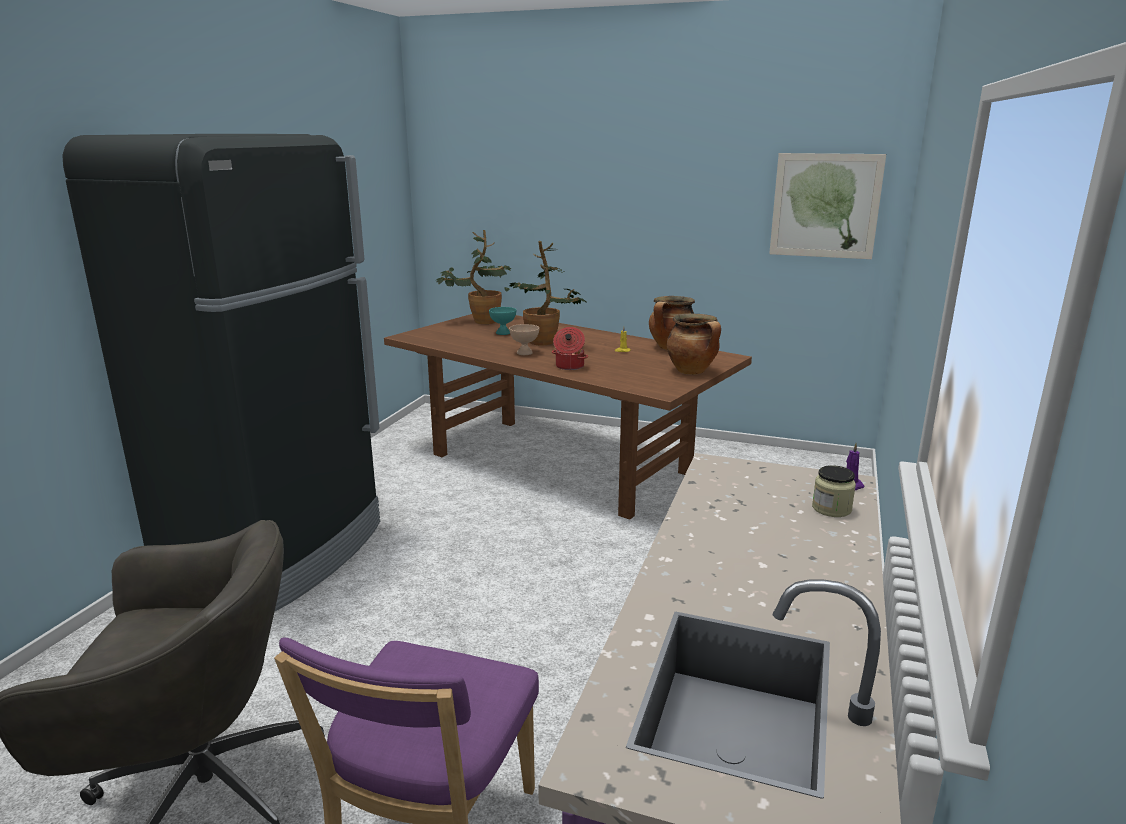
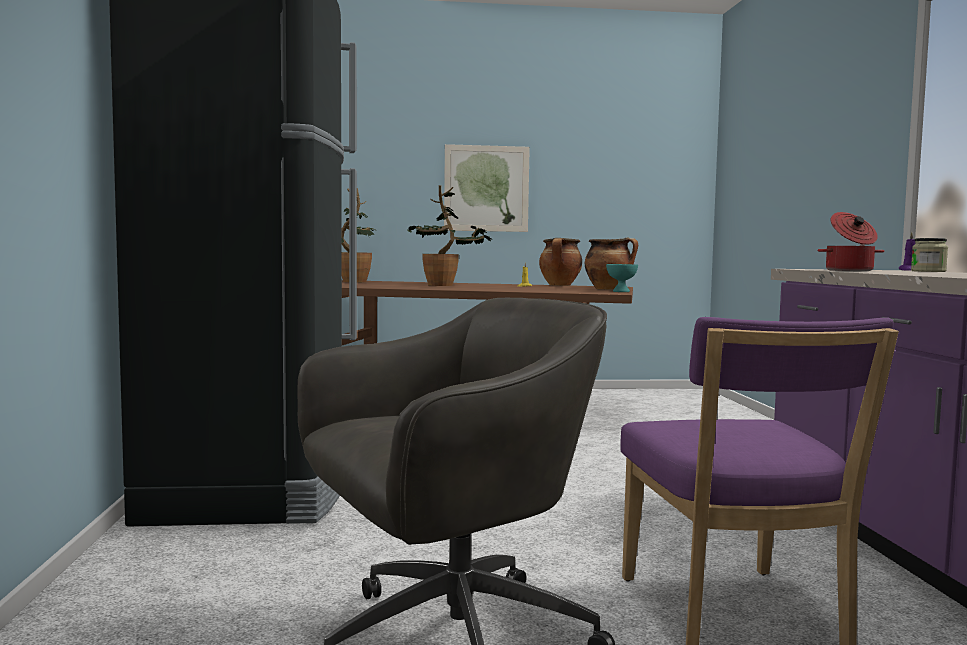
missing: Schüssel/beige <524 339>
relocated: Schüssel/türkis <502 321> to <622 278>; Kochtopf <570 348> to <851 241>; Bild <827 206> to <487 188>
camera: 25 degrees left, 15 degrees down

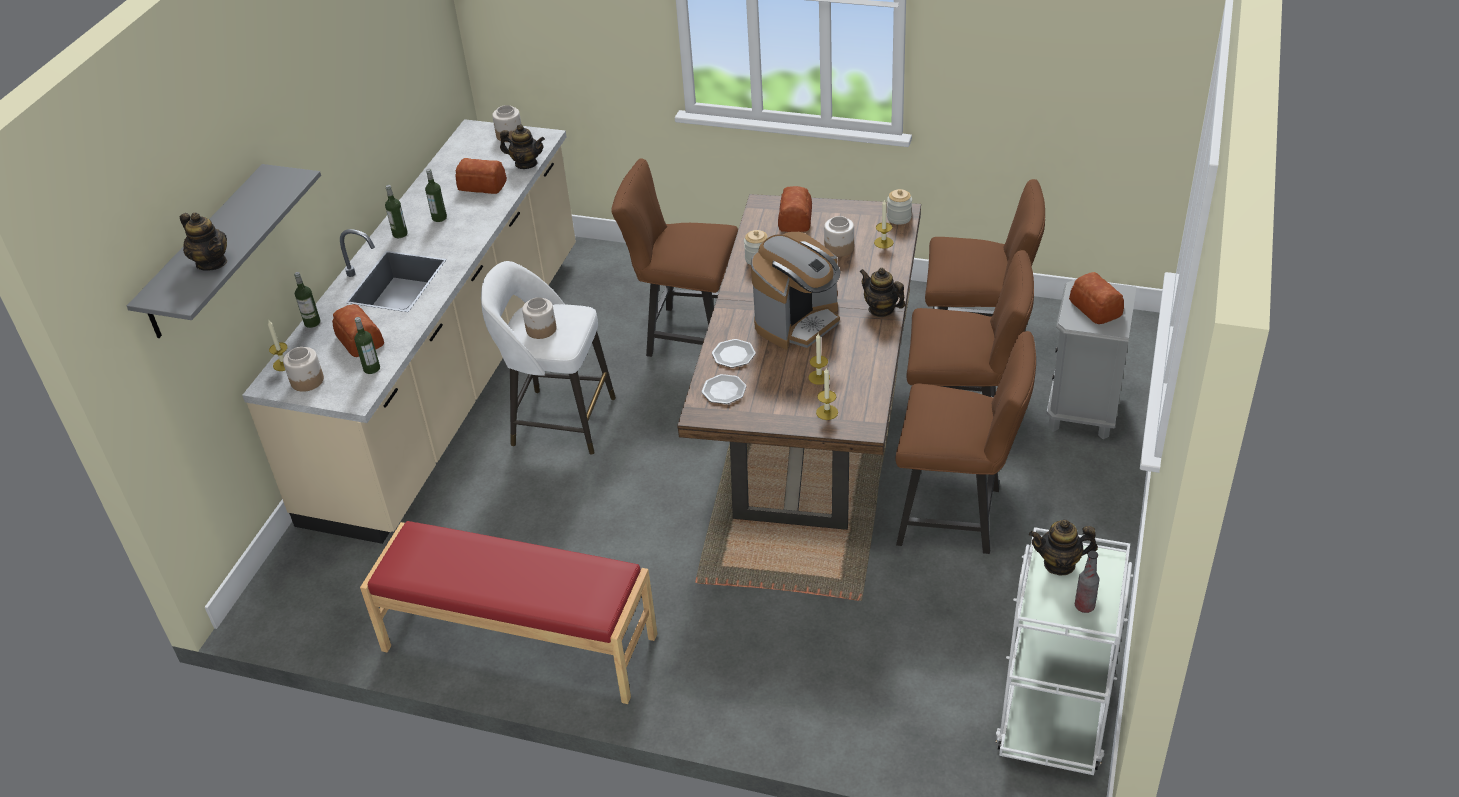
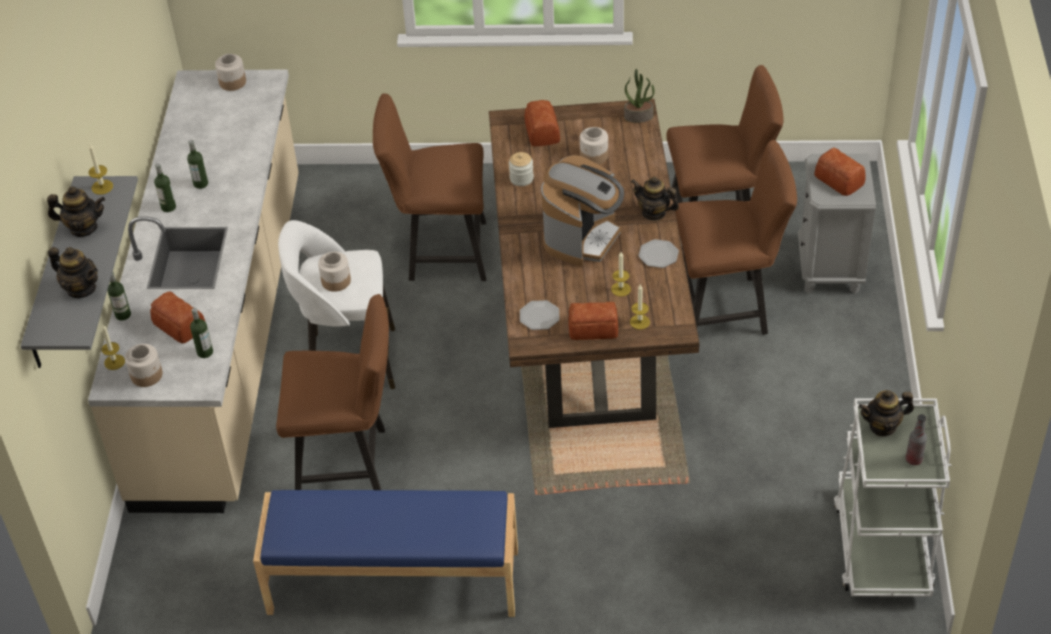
relocated: Brot <481 176> to <593 321>; Teekanne <522 146> to <76 211>; Teller <734 353> to <658 253>; Kerze <884 224> to <100 169>; Stuhl/braun <966 442> to <332 392>
exchanged: Vorratsglas <899 207> to Topfpflanze <639 96>
colour: Bank/rot <508 612> to Bank/blau <385 553>
camera: 15 degrees left, 5 degrees up

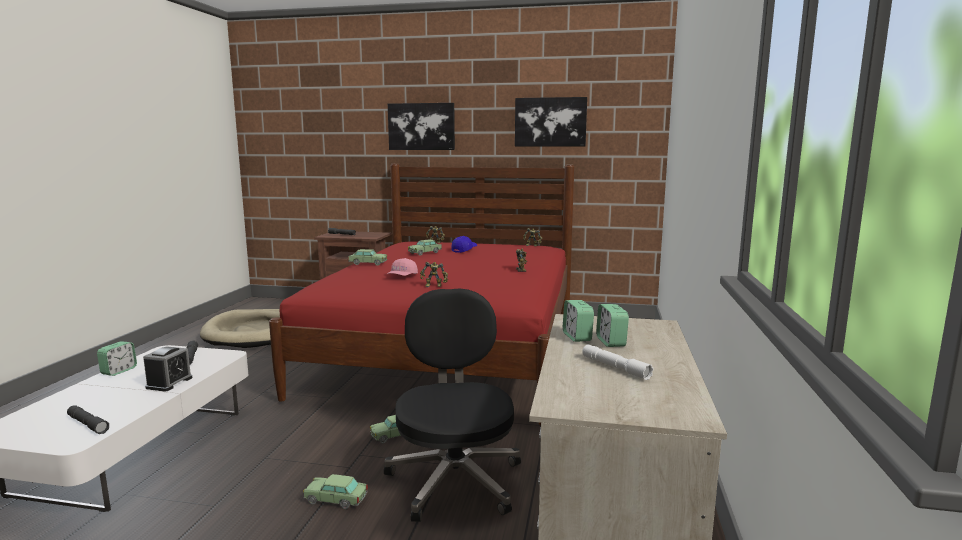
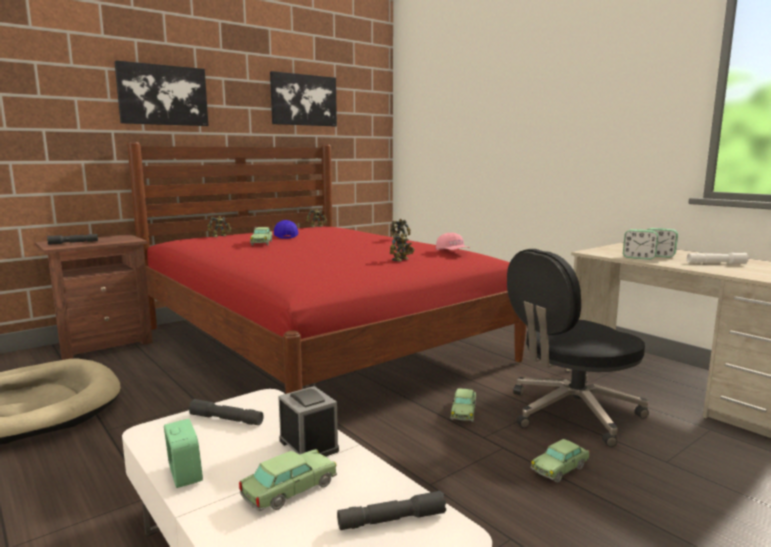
relocated: Spielzeugauto <367 257> to <288 480>; Kappe/rosa <402 267> to <453 241>
spun: Bürostuhl/schwarz <452 405> = <578 348> 60 degrees counterclockwise
camera: 50 degrees left, 0 degrees up

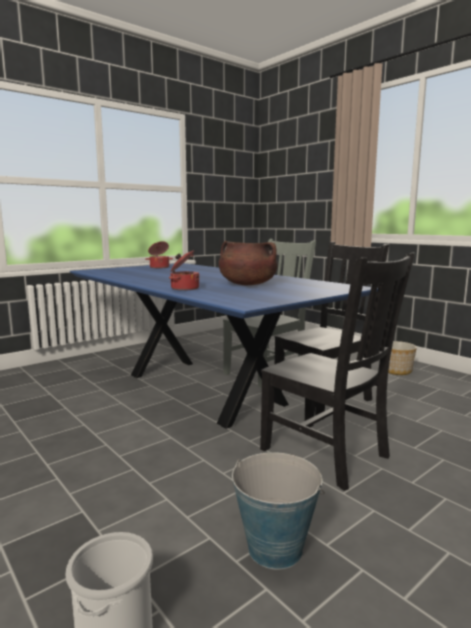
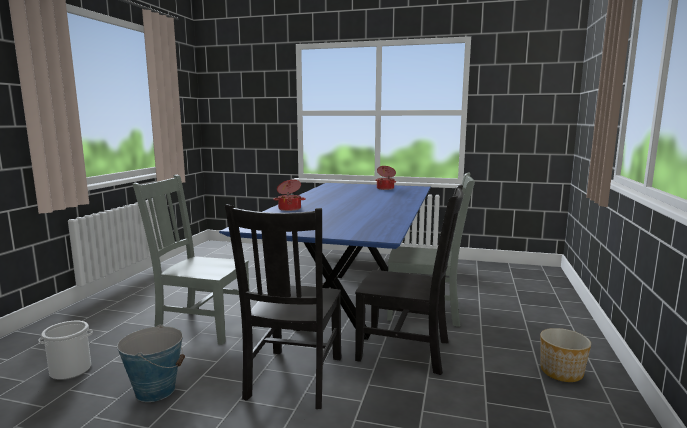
missing: Kochtopf/braun <248 263>
appeared: Stuhl/grau <191 260>
camera: 55 degrees right, 0 degrees up

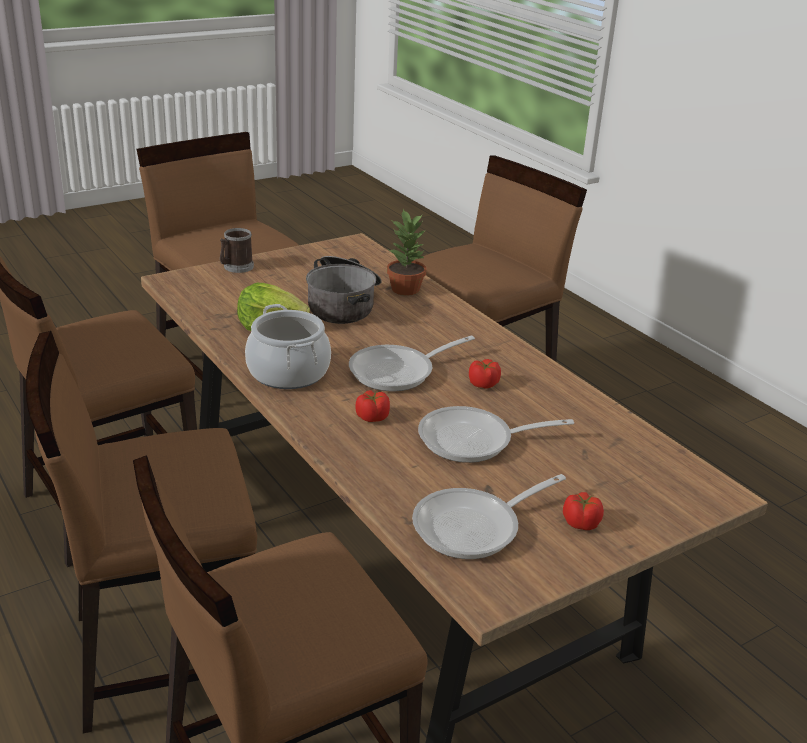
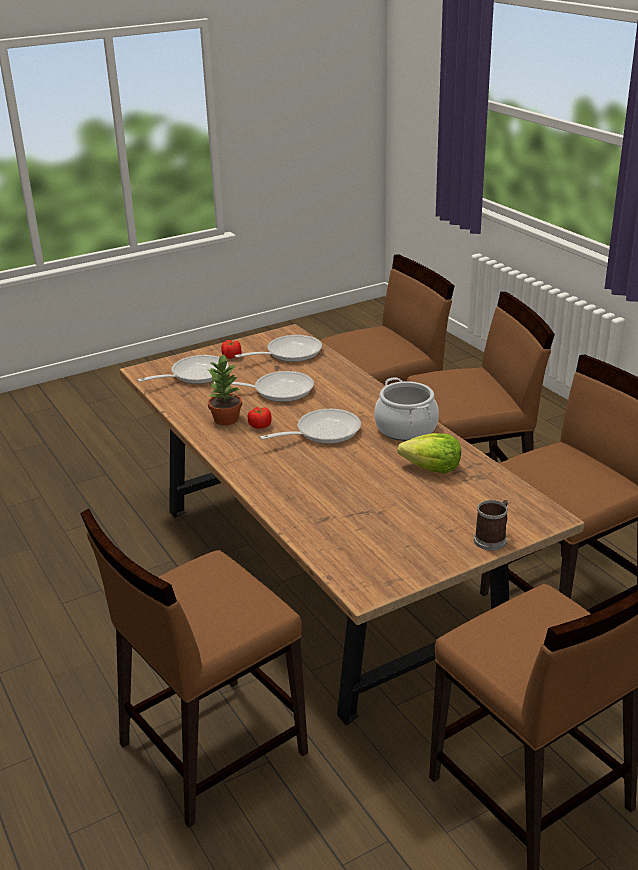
missing: Kochtopf <344 290>; Tomate <372 406>
appeared: Pfanne <183 369>
relocated: Topfpflanze <406 252> to <225 390>
camera: 175 degrees left, 0 degrees up

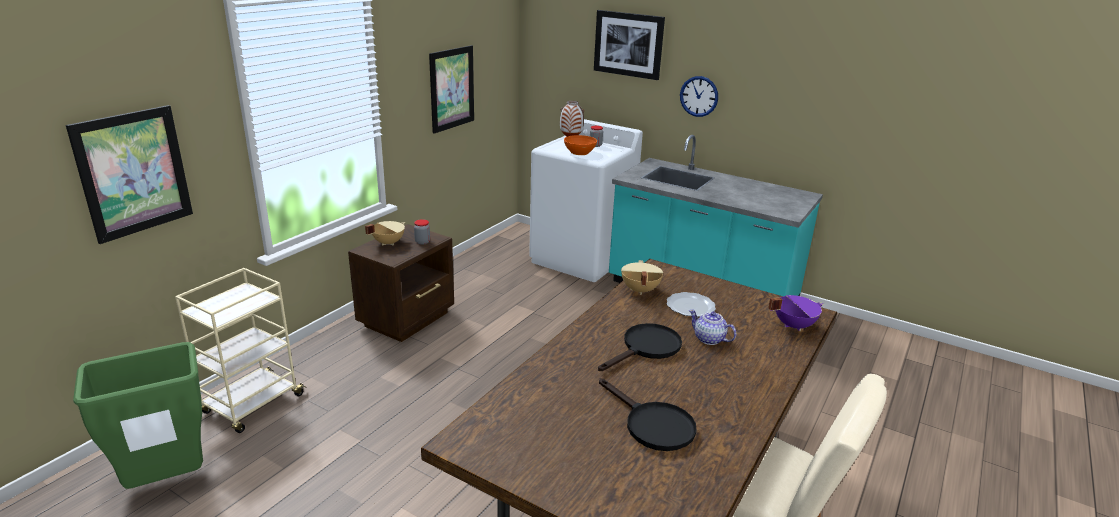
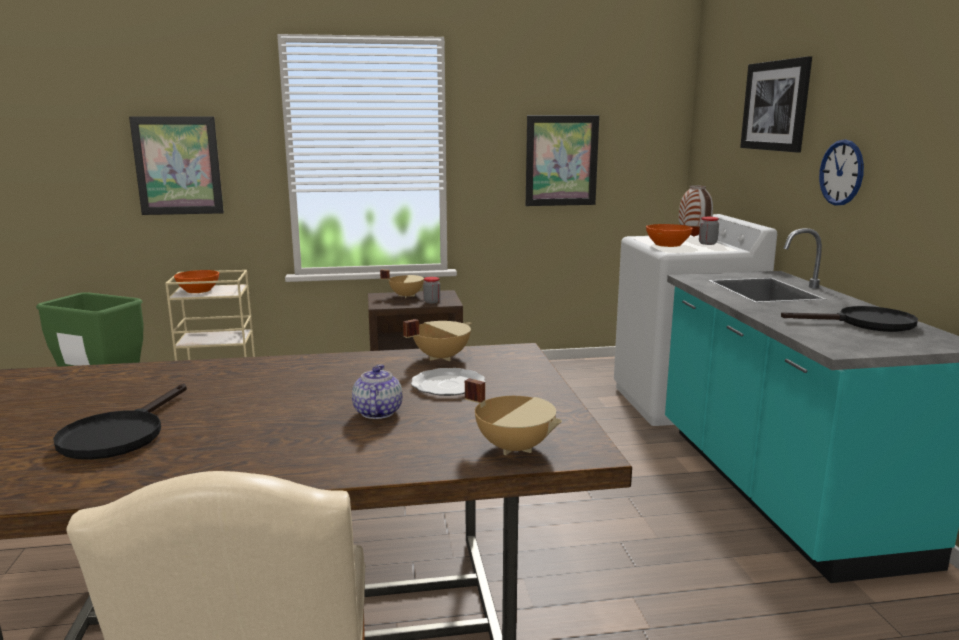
appeared: Schüssel/orange <196 281>
relocated: Pfanne/schwarz <640 347> to <849 319>
colour: Kochtopf/lila <795 313> to Kochtopf/beige <513 416>
camera: 50 degrees right, 10 degrees down

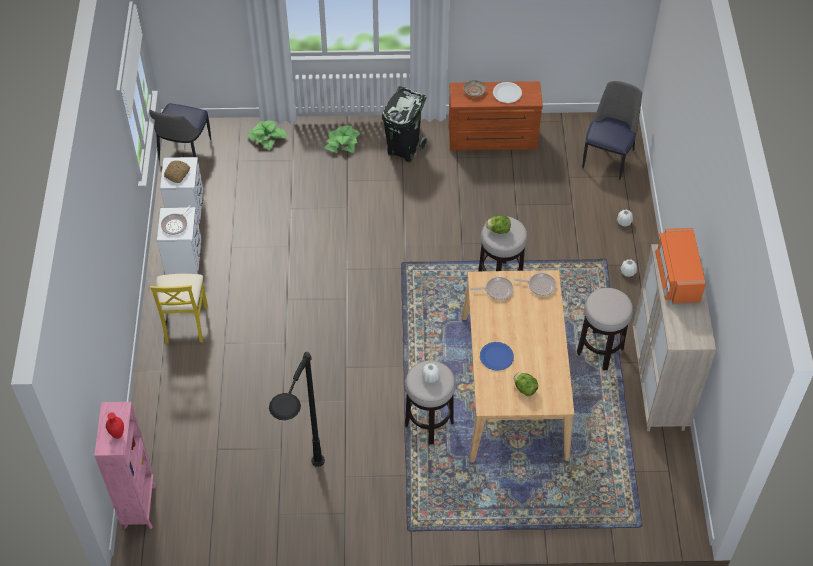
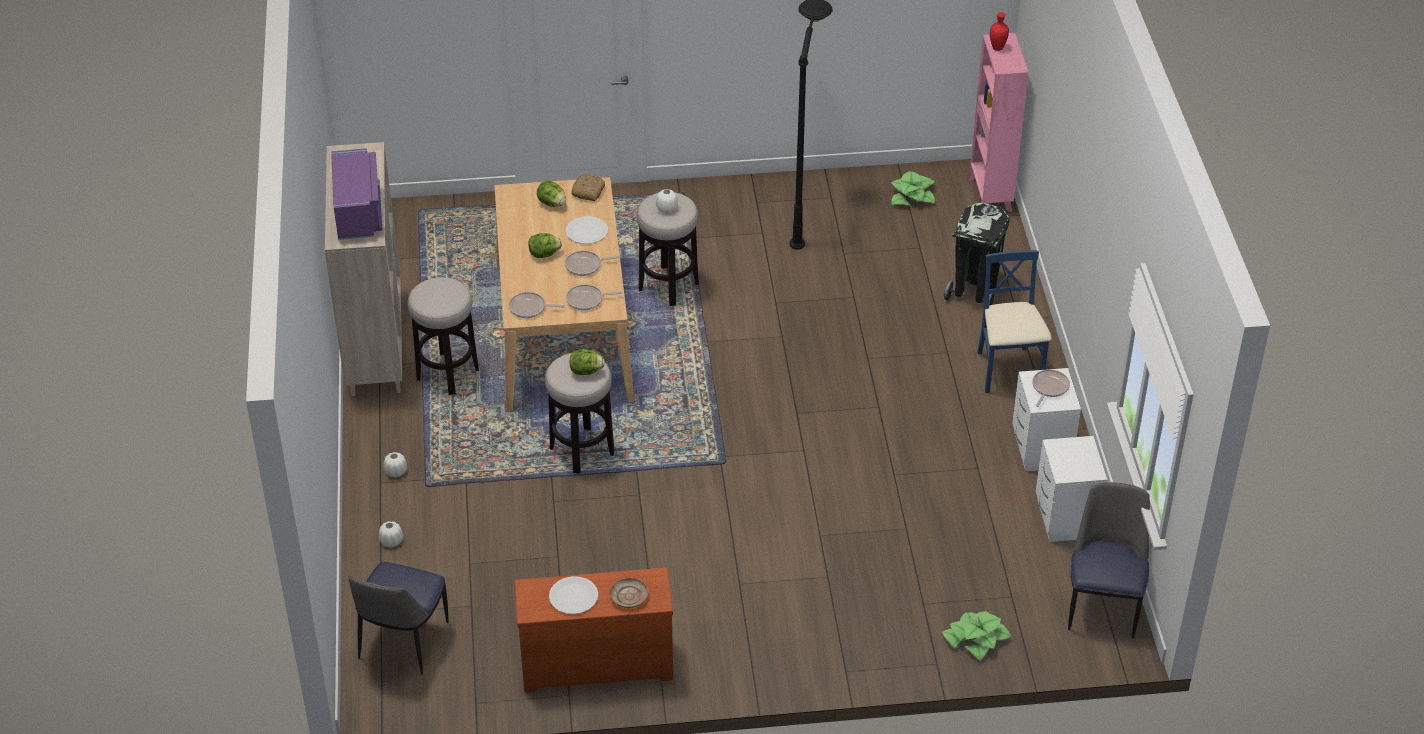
appeared: Salatkopf <545 245>; Pfanne <592 263>
relocated: Brot <177 171> to <588 187>; Topfpflanze <342 139> to <913 188>; Mülleimer/schwarz <404 124> to <976 254>
colour: Stuhl/gelb <179 308> to Stuhl/blau <1014 321>; Teller/blau <497 356> to Teller/weiß <587 230>; Mikrowelle/orange <680 266> to Mikrowelle/lila <356 194>
camera: 175 degrees right, 10 degrees down

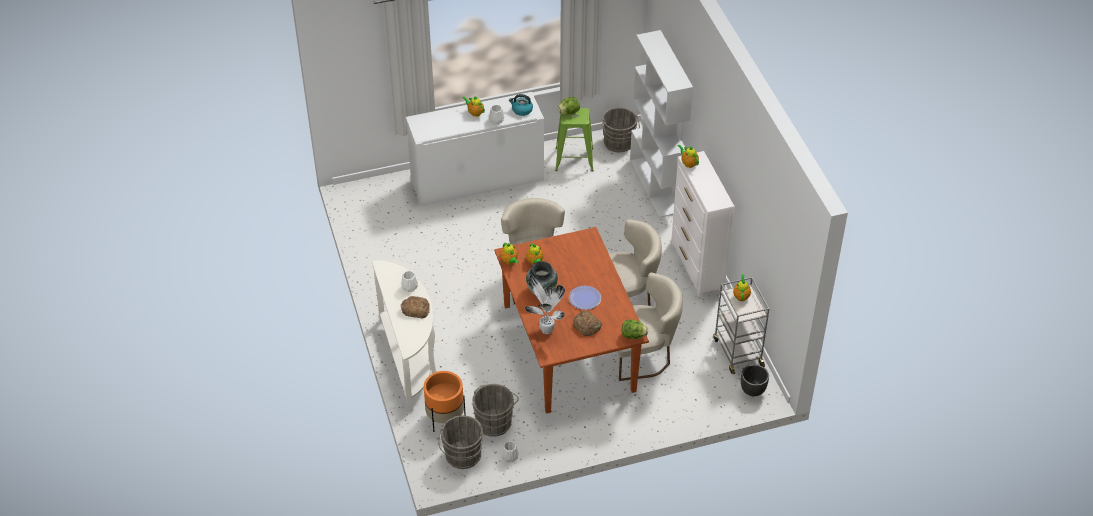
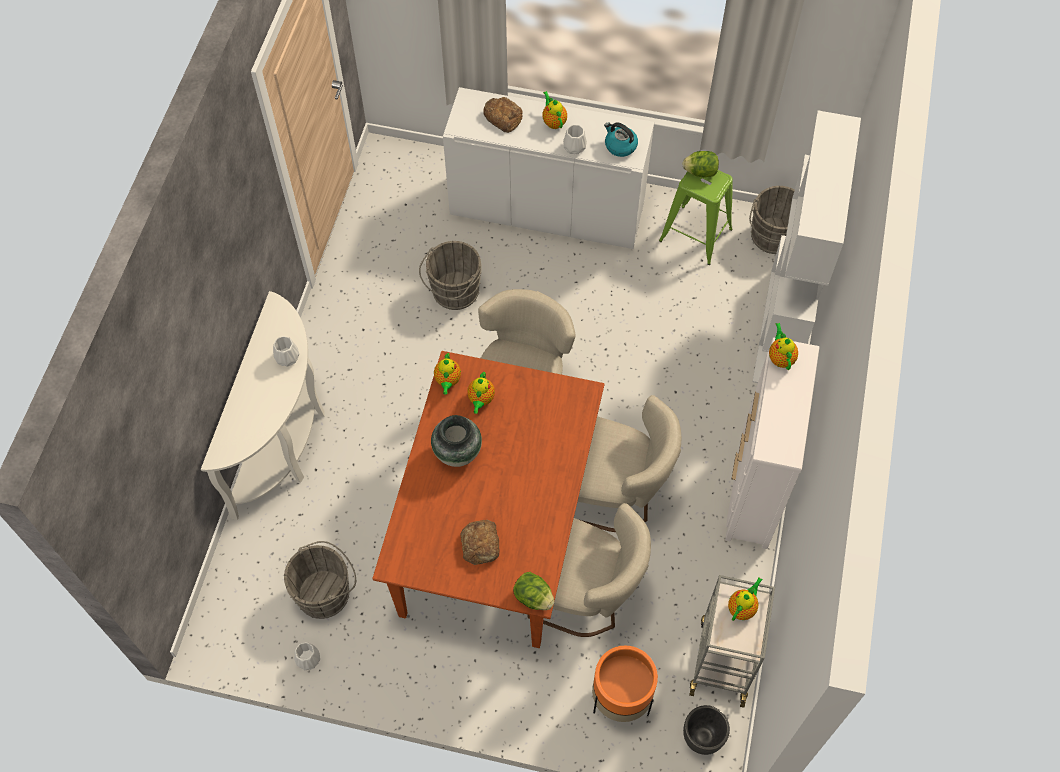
missing: Topfpflanze <545 304>; Teller <585 298>
relocated: Brot <415 307> to <503 115>; Pflanzkübel/orange <445 401> to <625 684>; Eimer/grau <461 442> to <450 275>
camera: 30 degrees right, 15 degrees up

